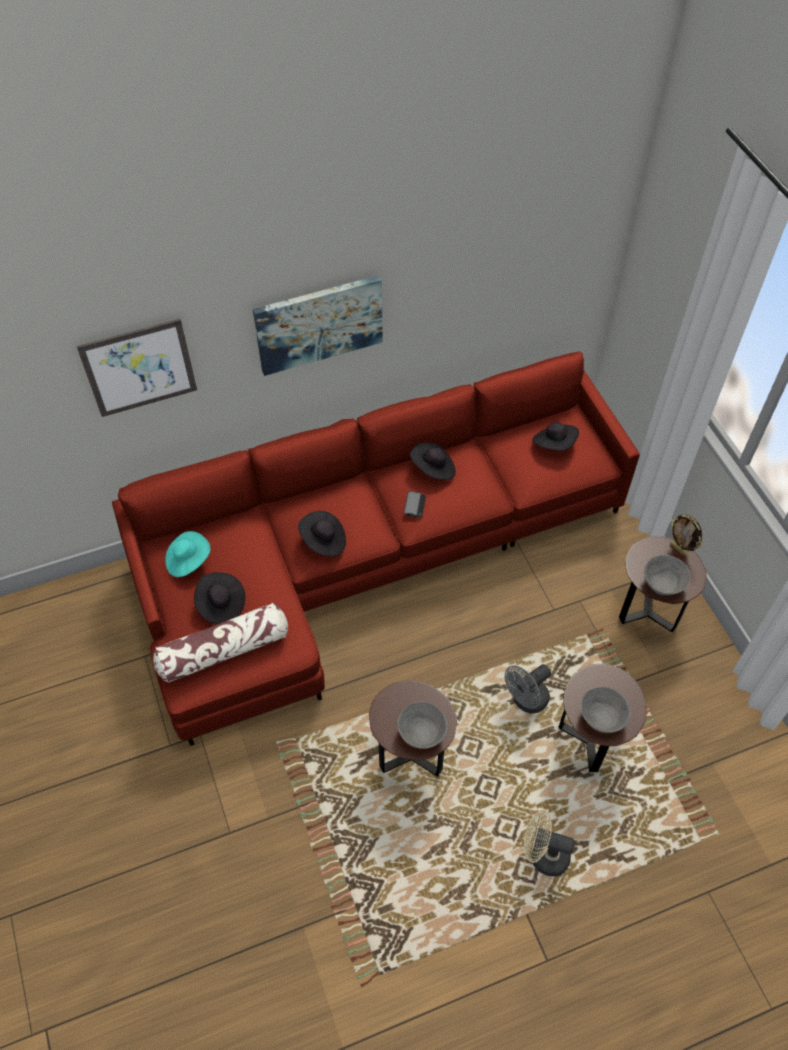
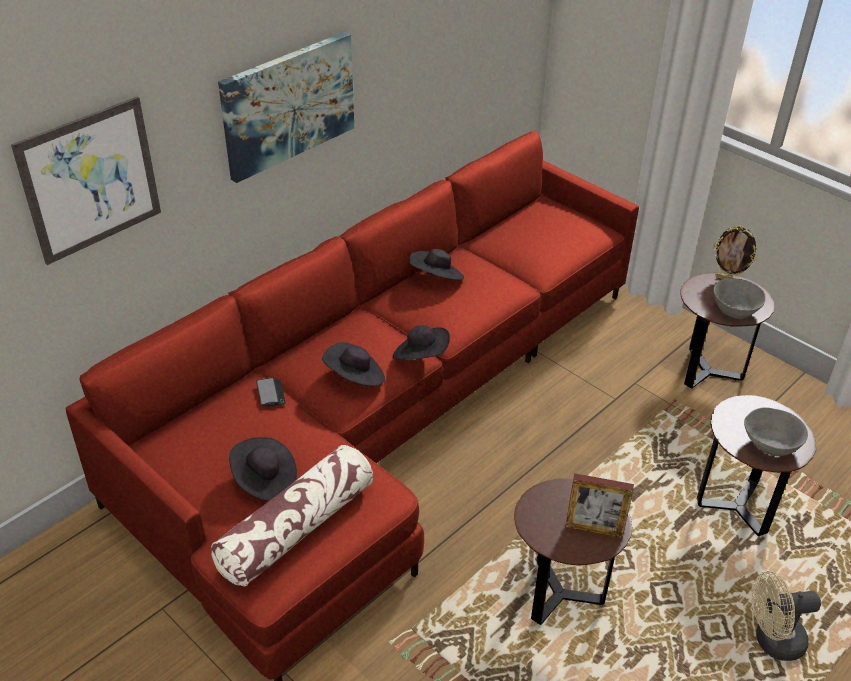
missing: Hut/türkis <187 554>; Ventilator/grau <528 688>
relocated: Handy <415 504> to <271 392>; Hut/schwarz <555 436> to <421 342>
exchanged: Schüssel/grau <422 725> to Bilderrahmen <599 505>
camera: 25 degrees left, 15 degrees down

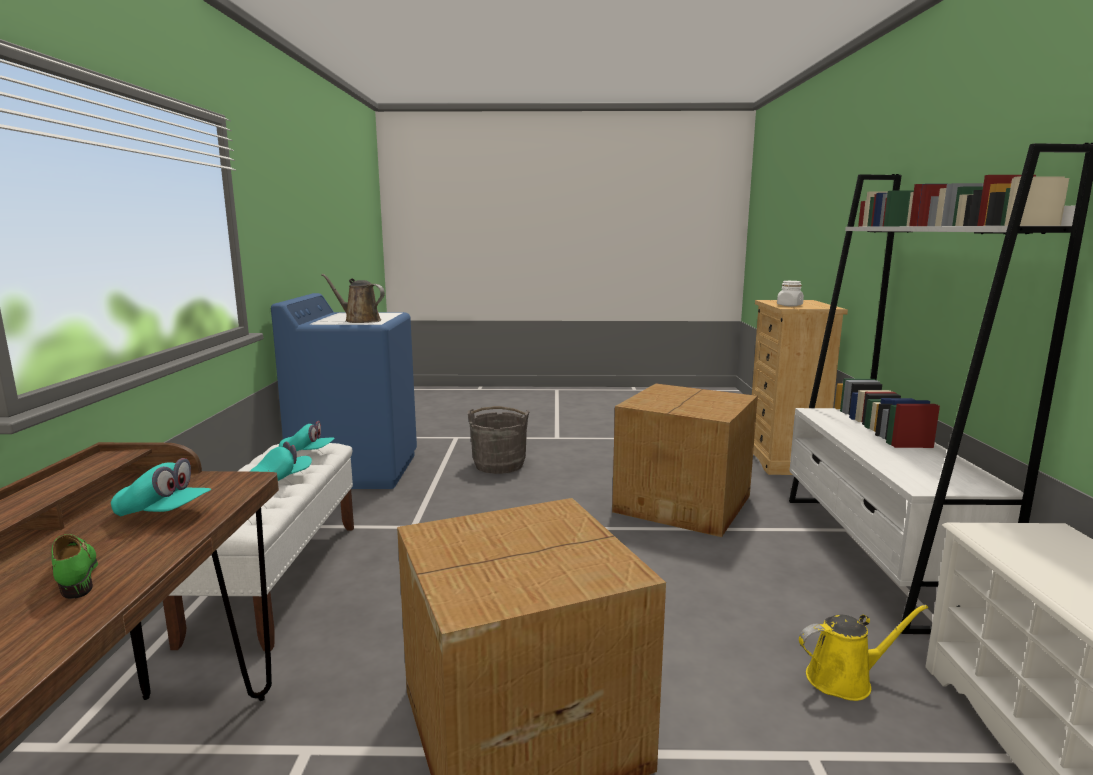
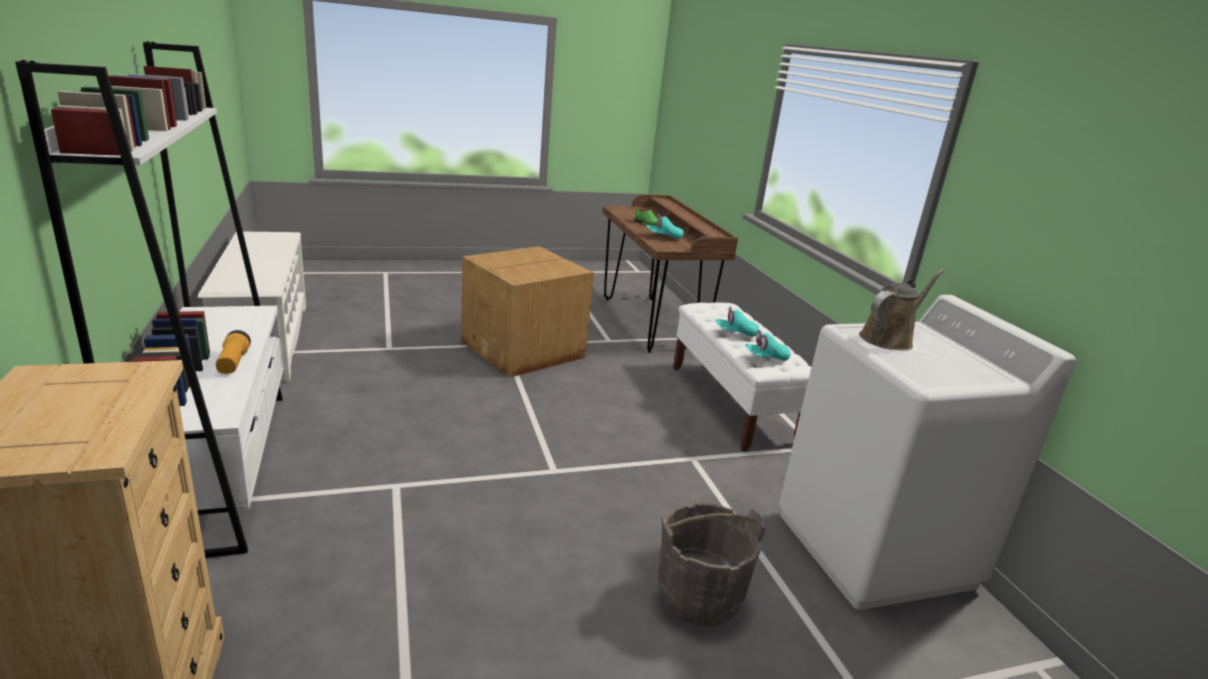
missing: Karton <685 460>; Vorratsglas/weiß <790 293>; Gießkanne/gelb <863 653>
appeared: Taschenlampe <233 352>
colour: Waschmaschine/blau <344 391> to Waschmaschine/weiß <927 452>
spun: Kappe/türkis <281 461> = <737 321> 60 degrees clockwise; Gießkanne/braun <353 298> = <902 309> 45 degrees counterclockwise
camera: 160 degrees right, 10 degrees up

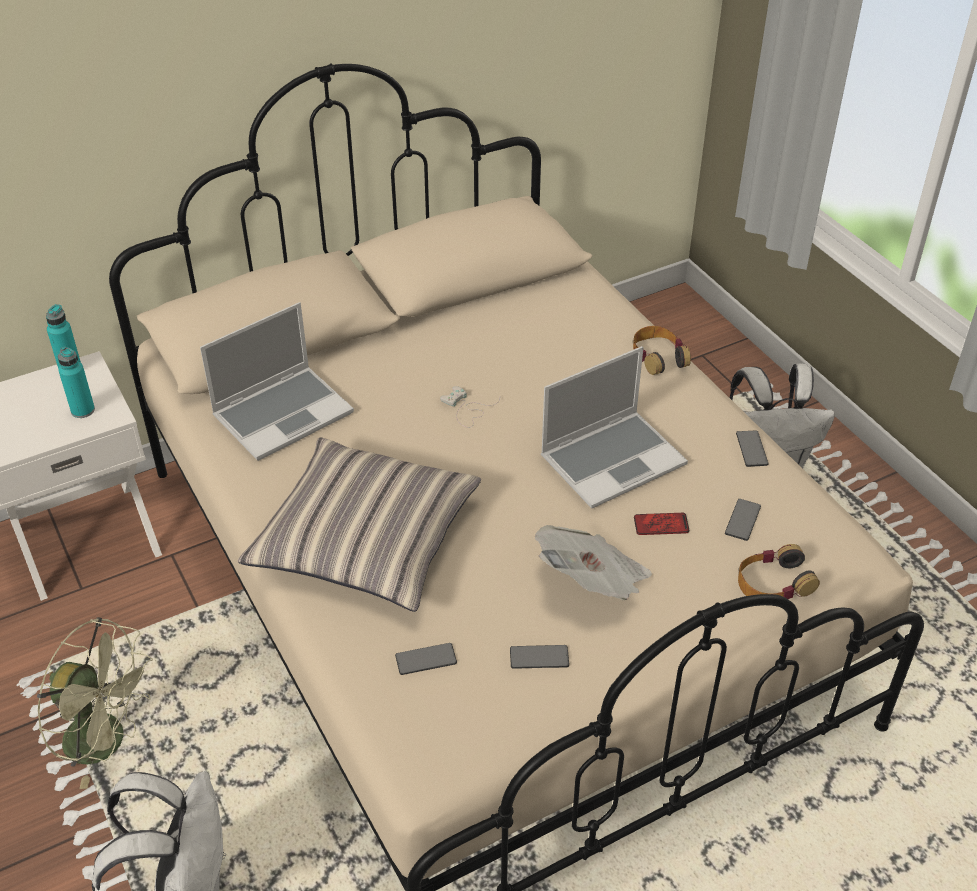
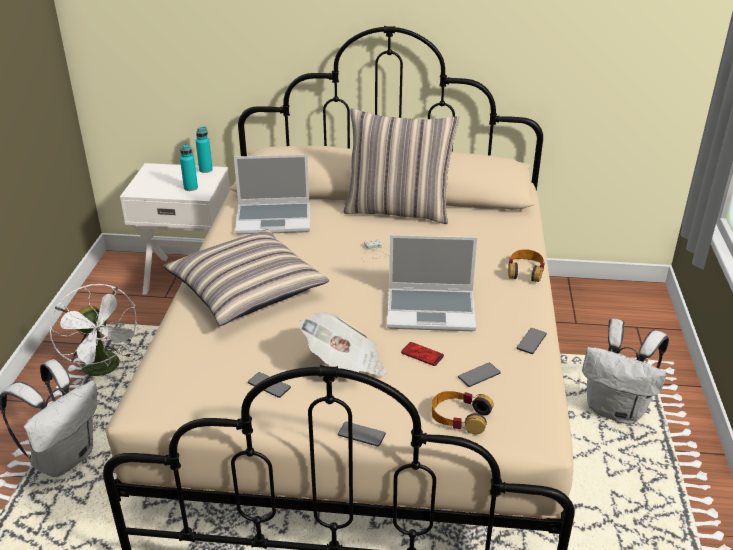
appeared: Kissen <401 166>
relocated: Handy <426 659> to <362 434>
colour: Ventilator/grün <95 703> to Ventilator/weiß <95 334>
camera: 35 degrees right, 10 degrees down

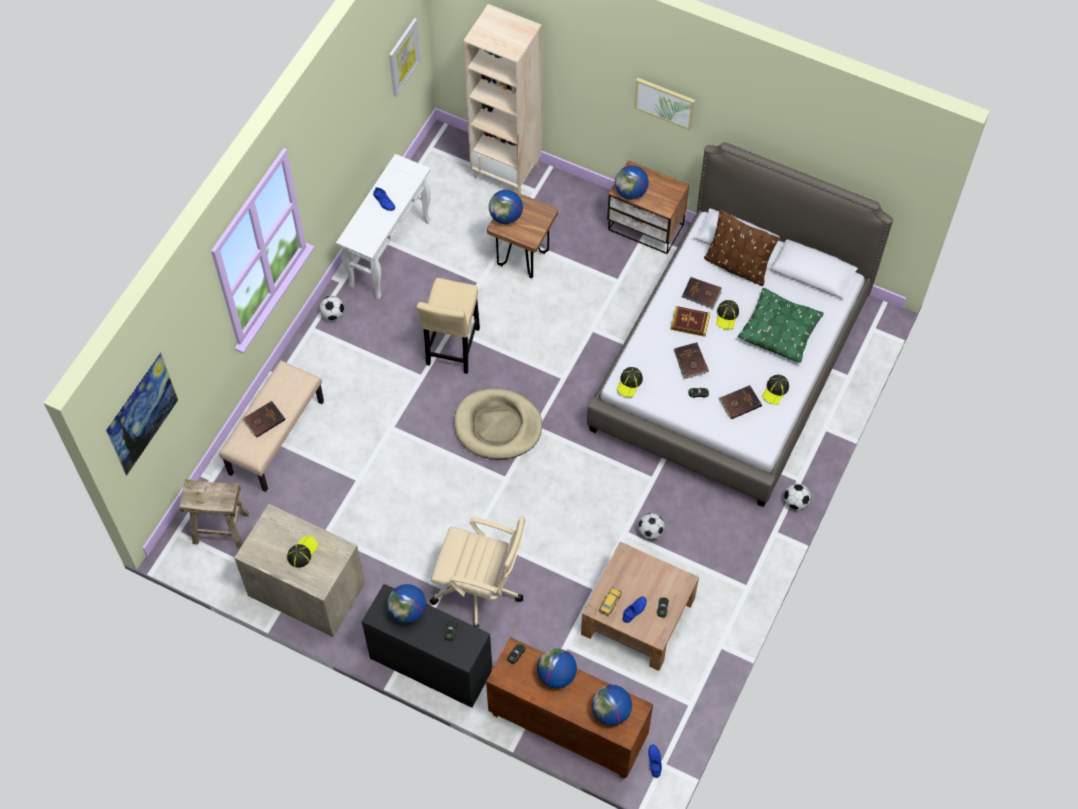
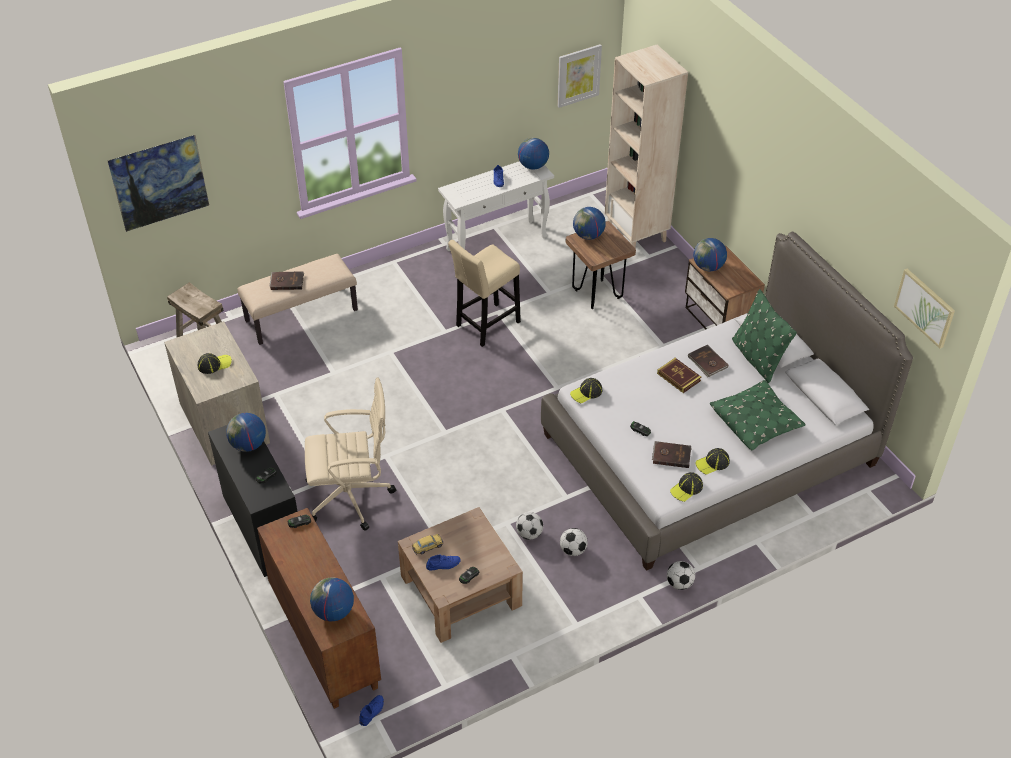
missing: Hundebett/beige <498 424>; Buch/braun <691 360>
relocated: Fußball <331 308> to <574 542>; Globus <557 668> to <533 154>; Bild <664 104> to <924 309>; Kappe <727 314> to <686 487>
colour: Kissen/braun <741 247> to Kissen/grün <764 336>
spun: Bürostuhl/beige <477 572> = <350 454> 60 degrees counterclockwise
camera: 35 degrees right, 15 degrees down

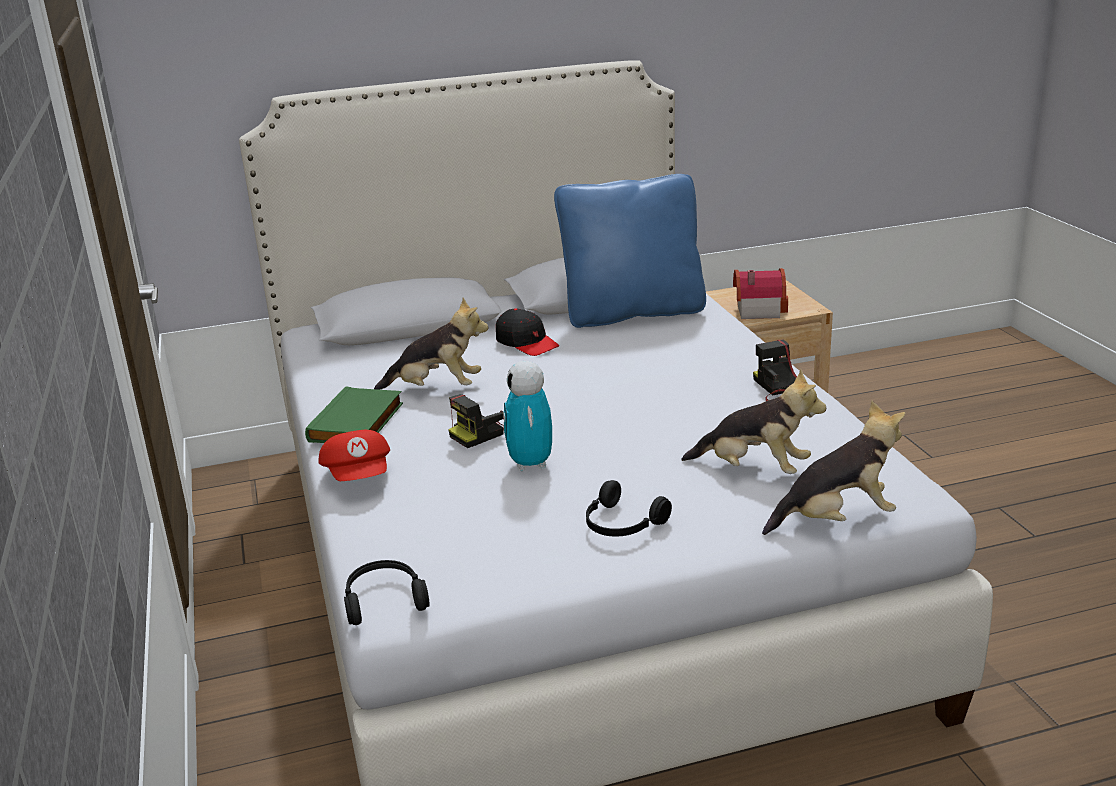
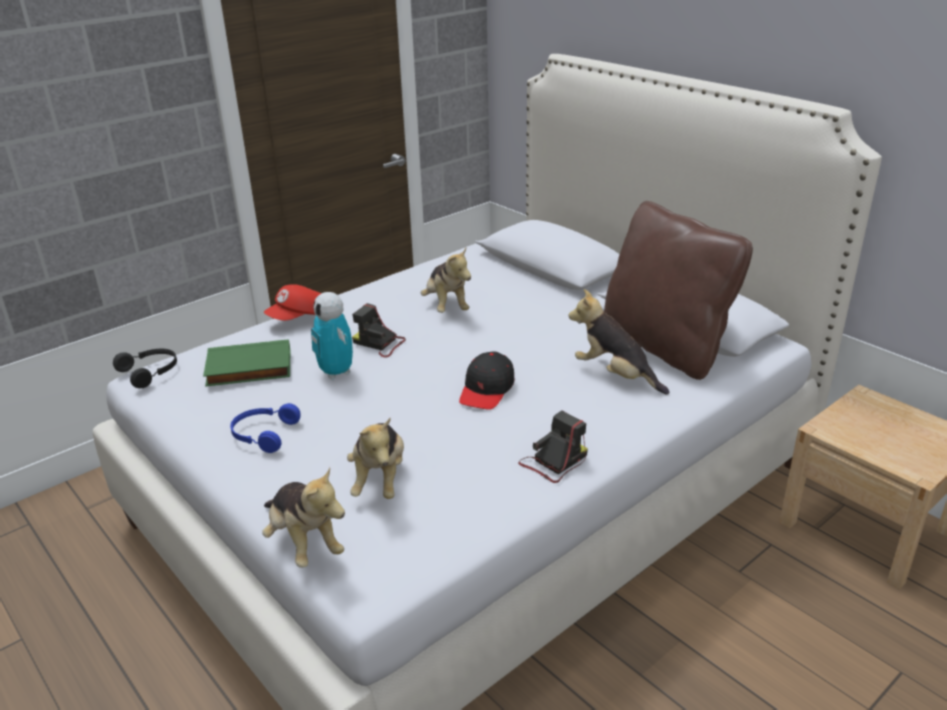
missing: Spielzeughaus <760 293>
appeared: Plüschtier <618 342>
relocated: Buch/grün <354 415> to <246 363>; Kappe/schwarz <527 332> to <487 381>
colour: Kissen/blau <630 251> to Kissen/braun <678 290>; Kopfhörer/schwarz <629 508> to Kopfhörer/blau <265 428>
spun: Spielzeugroboter <527 416> = <332 336> 90 degrees counterclockwise
camera: 65 degrees right, 5 degrees up

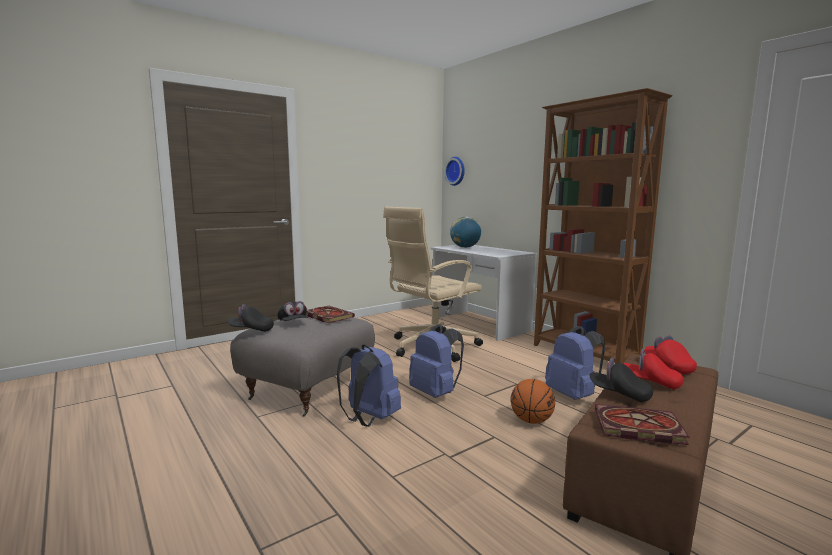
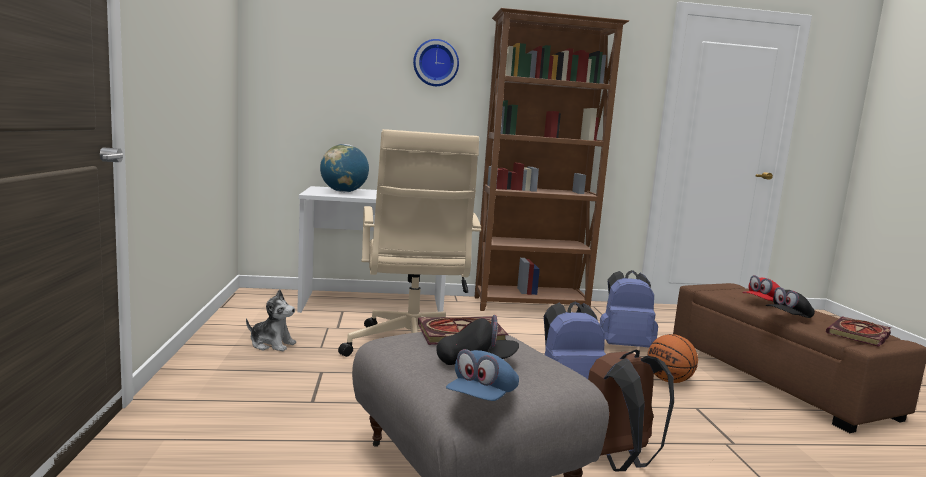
missing: Kappe/rot <670 354>
appeared: Plüschtier <271 320>
relocated: Wanduhr <454 171> to <436 62>
colour: Kappe/schwarz <250 318> to Kappe/blau <482 375>; Rucksack/blau <369 386> to Rucksack/braun <631 410>
camera: 60 degrees left, 0 degrees up

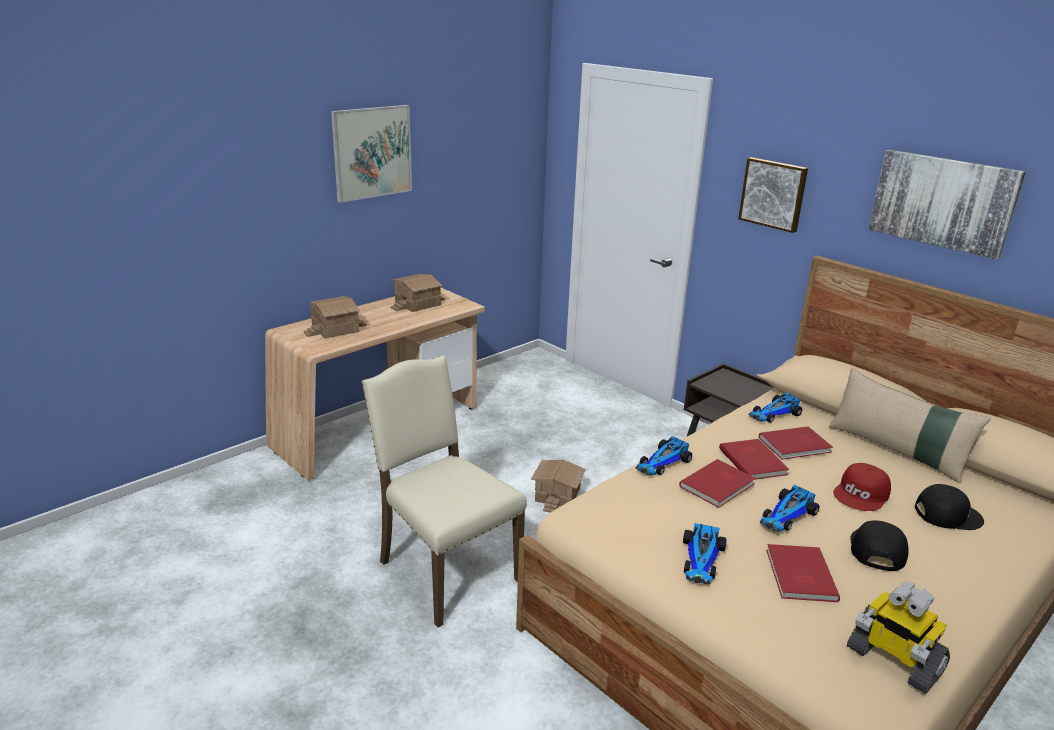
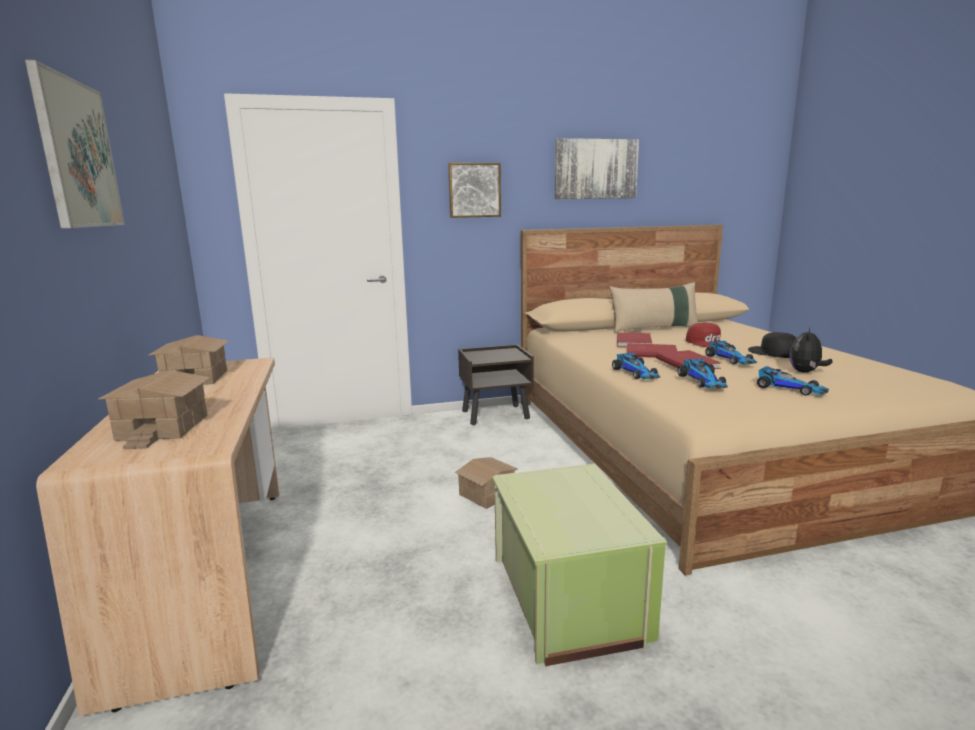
missing: Spielzeugroboter <898 637>; Kappe/schwarz <949 507>
relocated: Spielzeugauto <775 407> to <703 373>
exchanged: Stuhl/beige <444 492> to Aufbewahrungsbox/grün <579 564>; Buch/rot <803 573> to Plüschtier <811 350>
camera: 60 degrees left, 10 degrees down

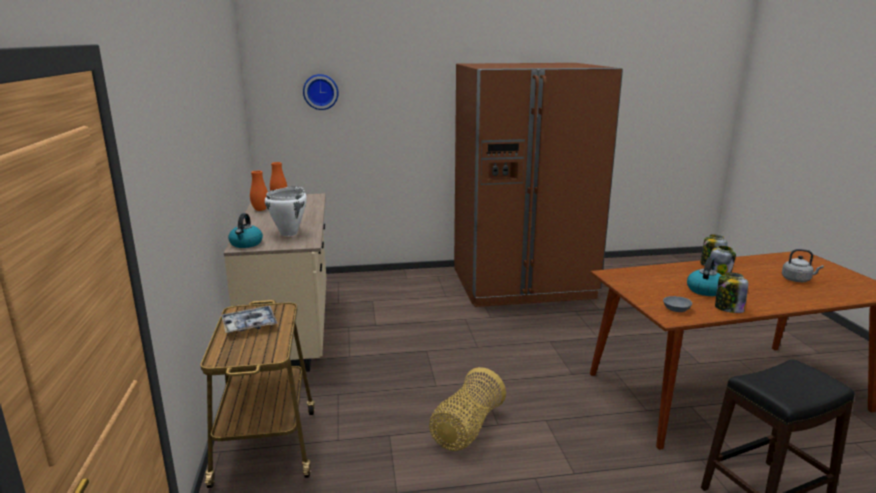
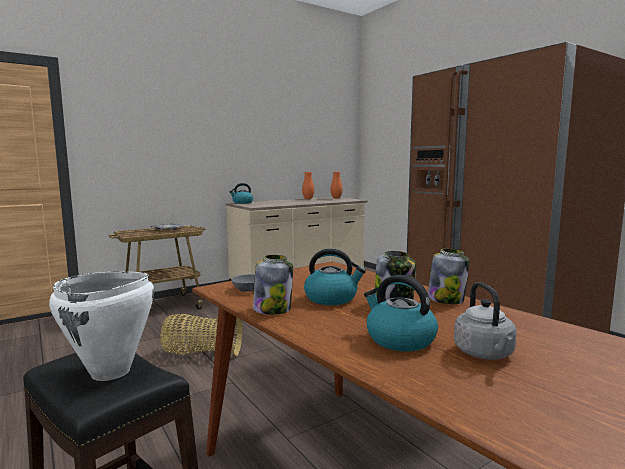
missing: Wanduhr <320 92>
appeared: Wasserkessel <401 313>
relocated: Kochtopf/weiß <286 211> to <101 326>
camera: 65 degrees right, 10 degrees down

